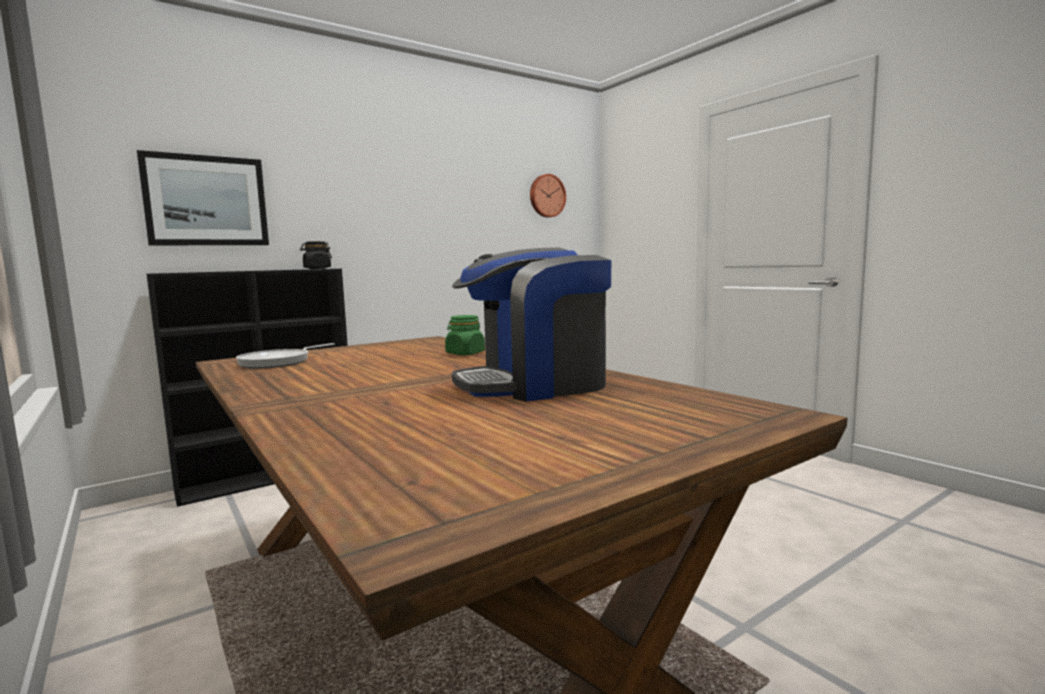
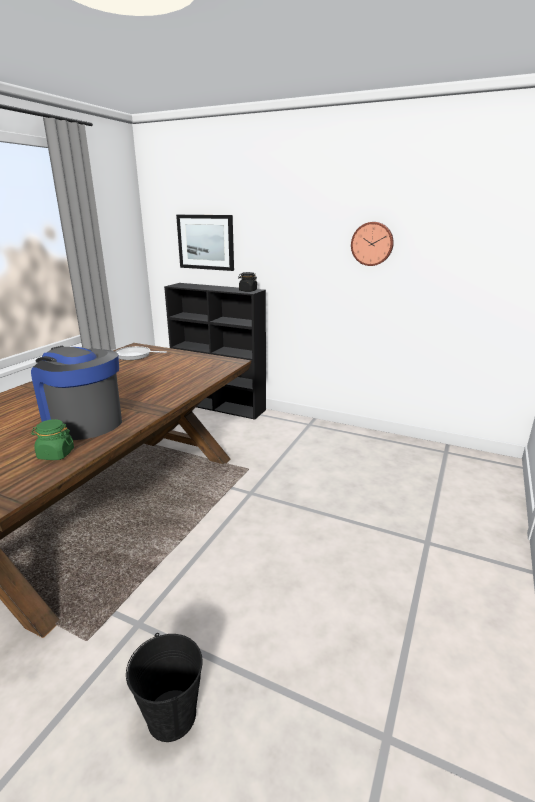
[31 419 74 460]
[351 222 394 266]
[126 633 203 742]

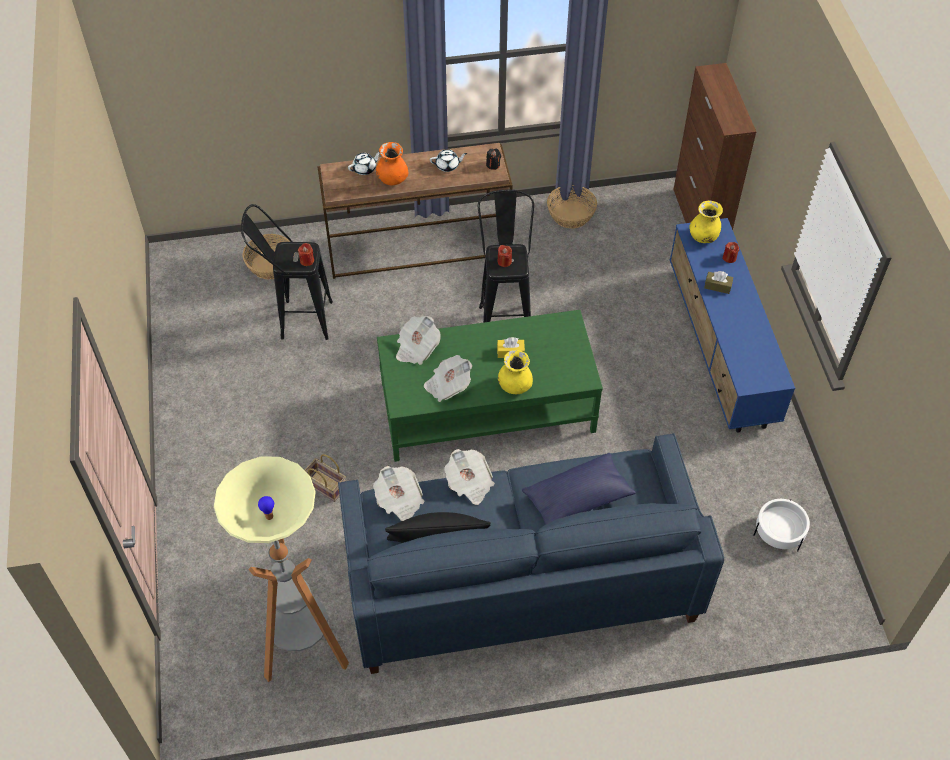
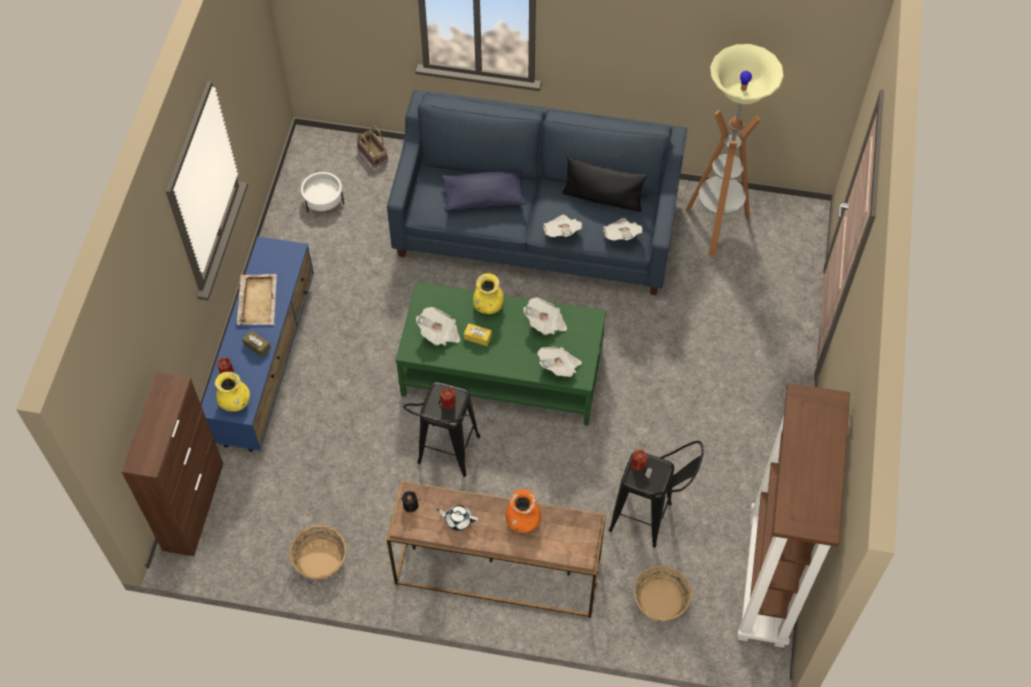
[356 126 388 168]
[348 152 380 175] (first image)
[237 274 277 325]
[416 307 460 345]
[737 383 850 648]

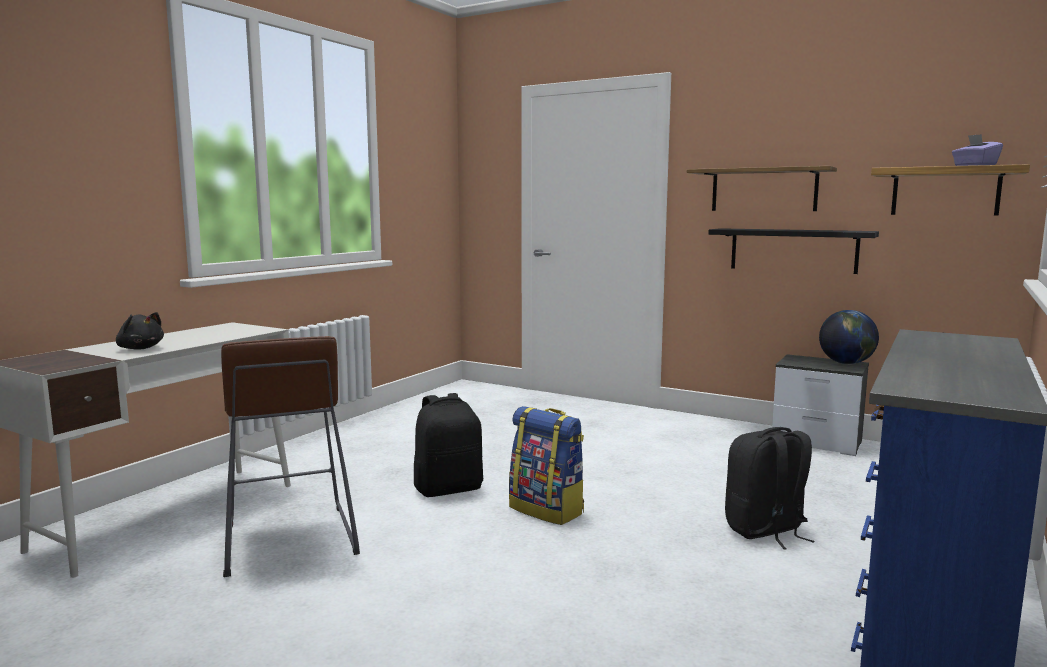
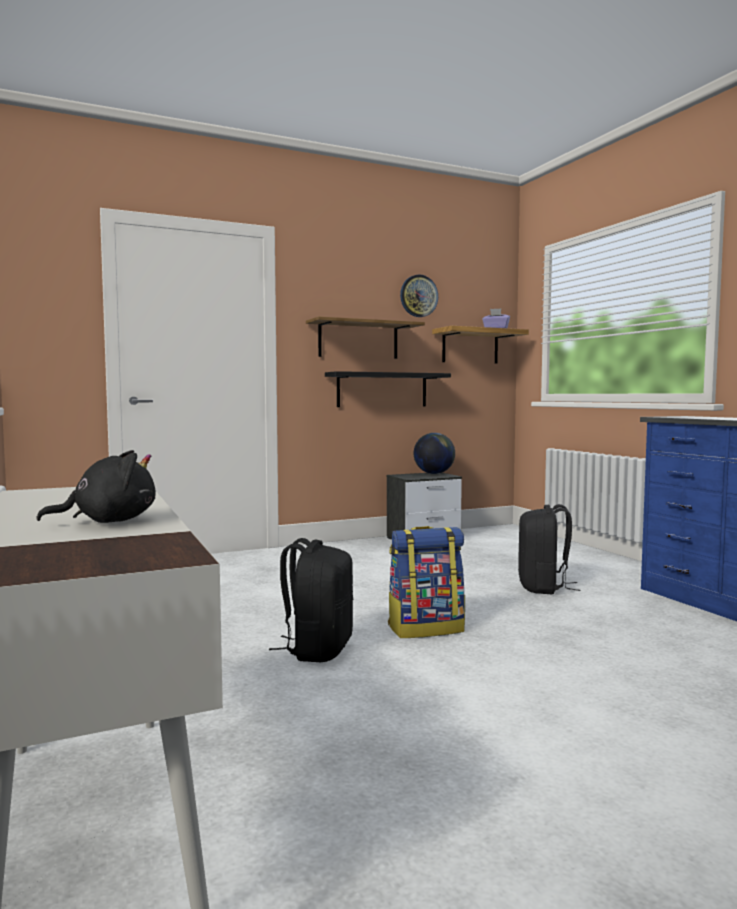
[221 336 360 577] (first image)
[400 274 438 317]

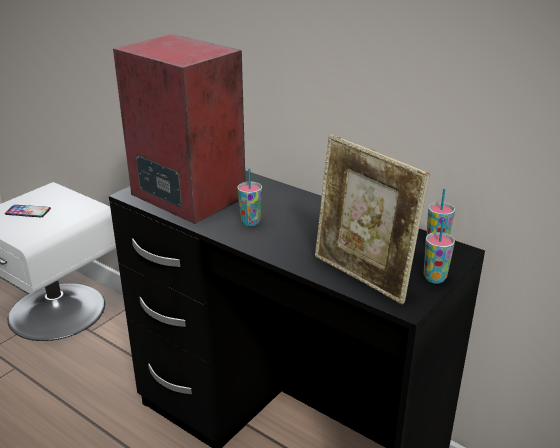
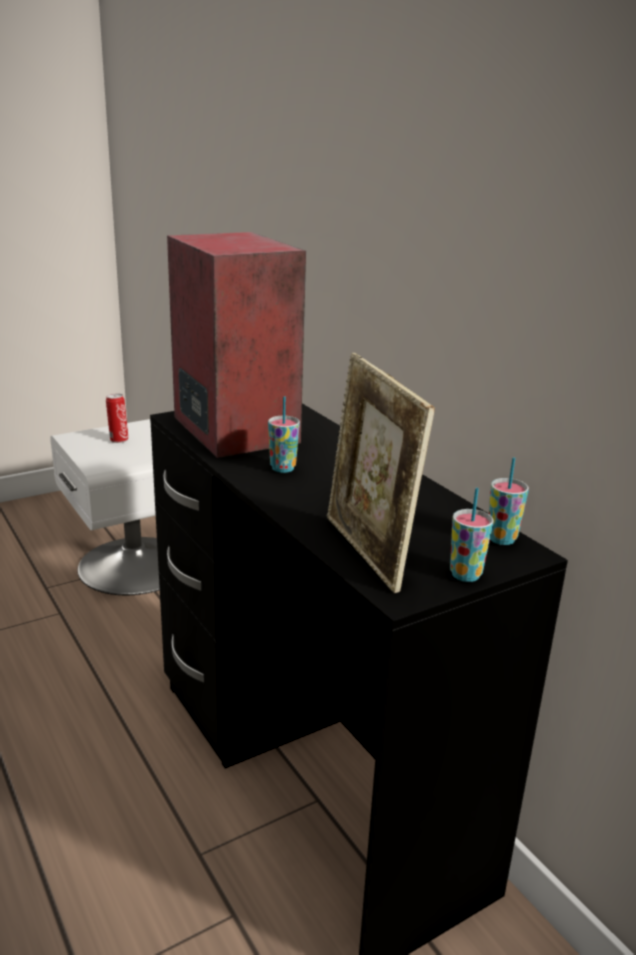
[106 394 128 443]

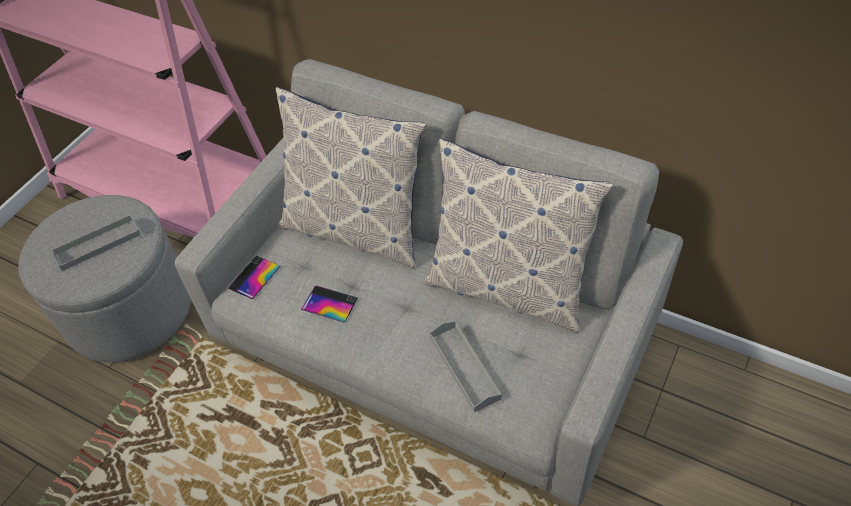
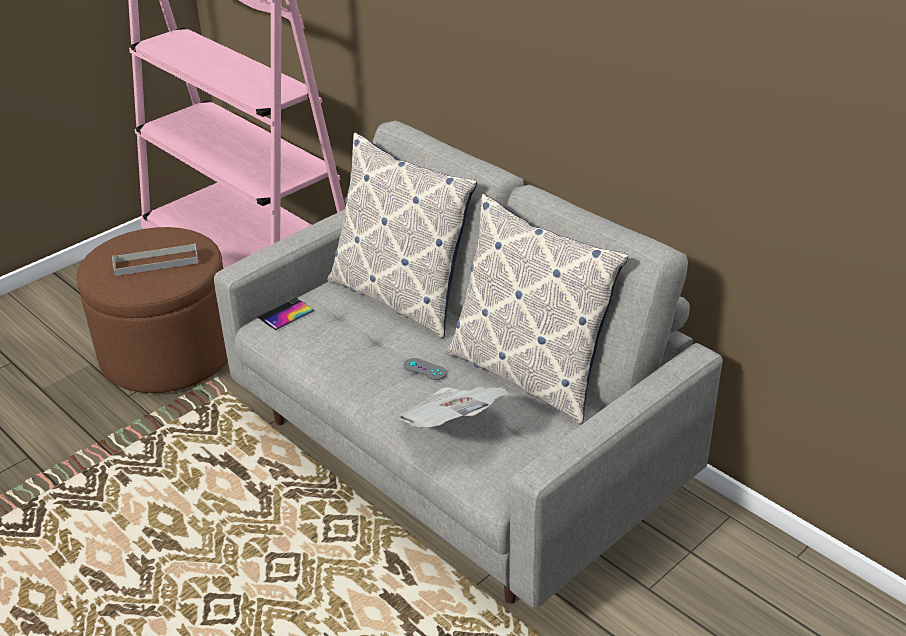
[76 227 228 393]
[301 285 358 323] (first image)
[397 387 509 427]
[404 358 447 380]

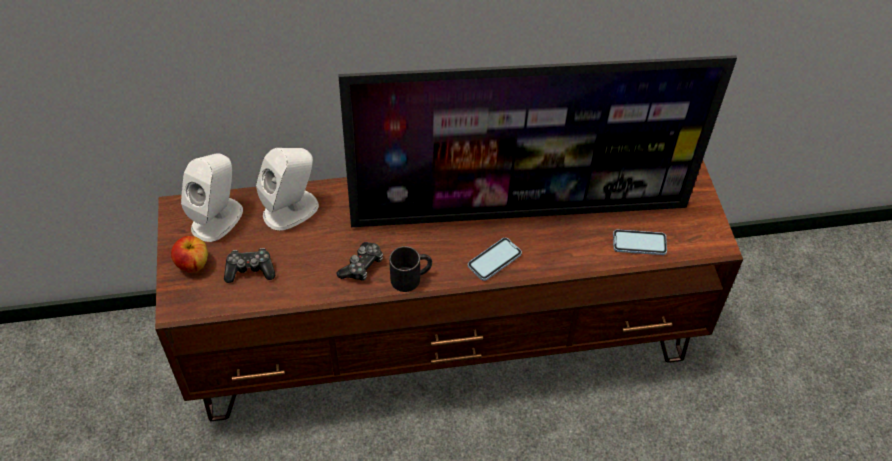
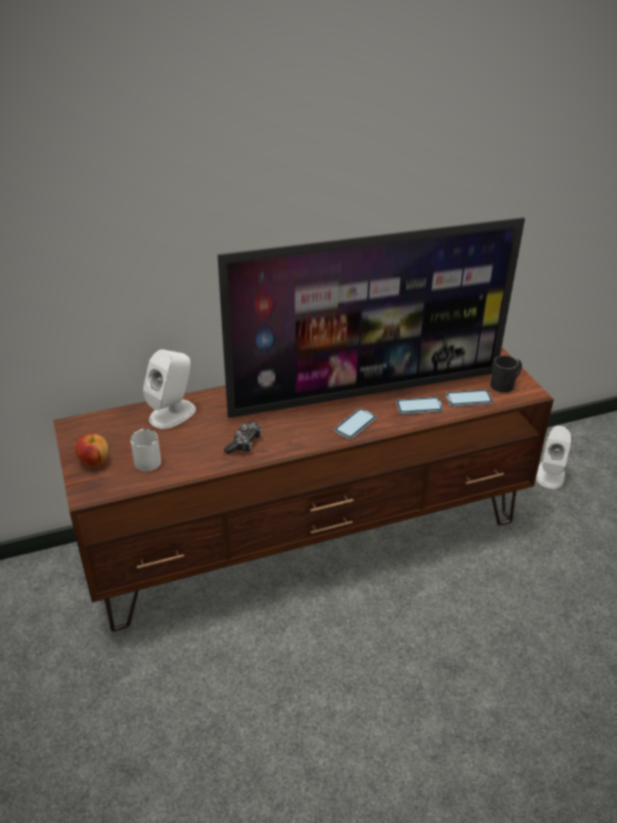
[536 426 571 489]
[130 429 161 471]
[490 355 522 392]
[396 397 443 414]

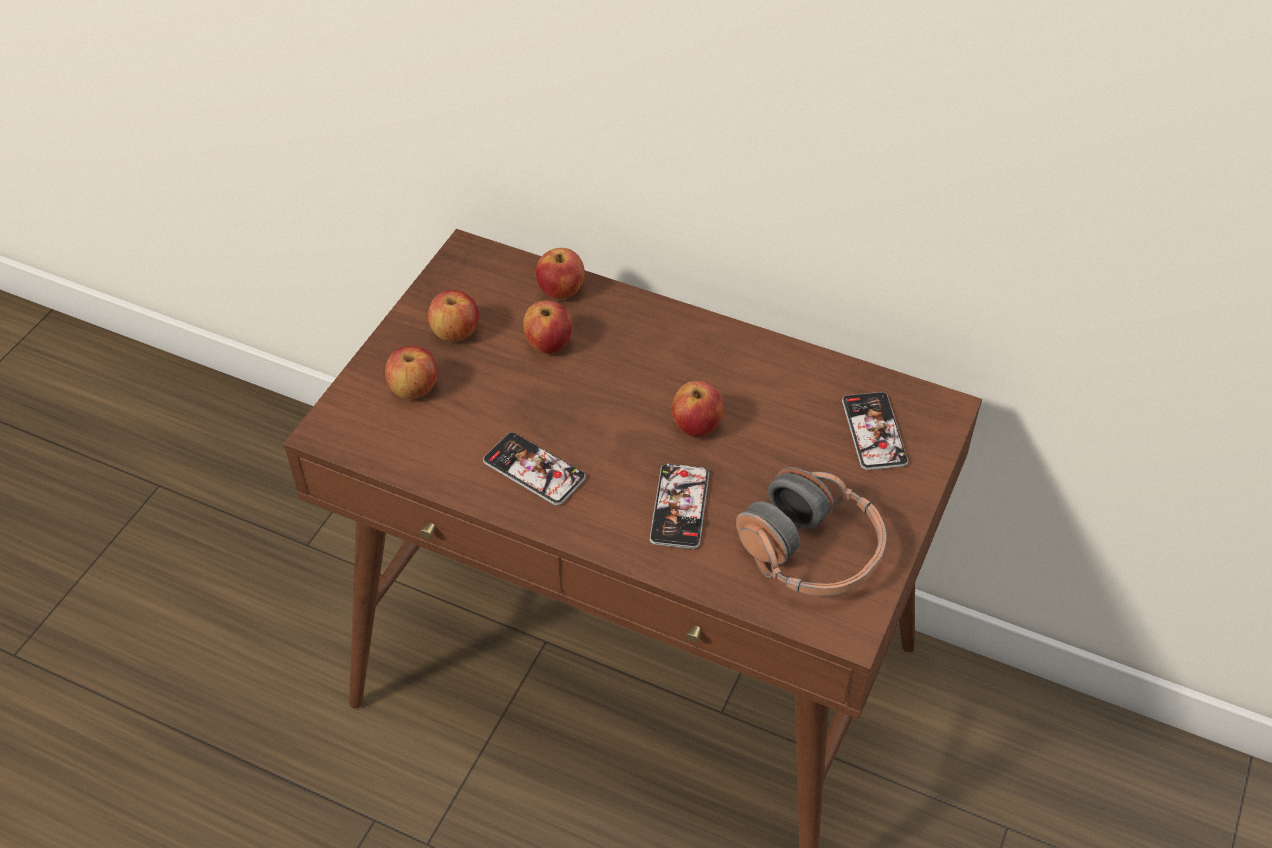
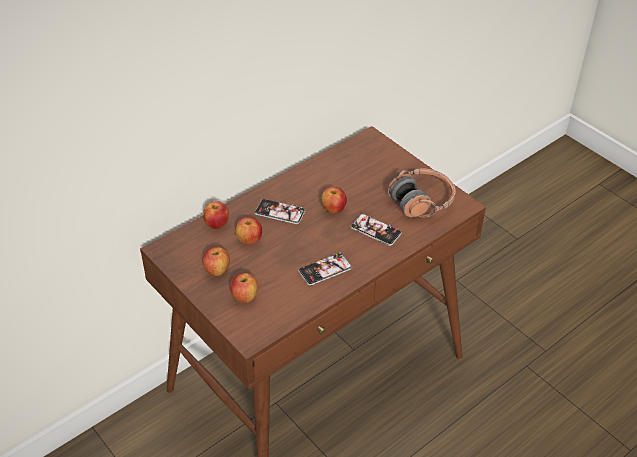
[255 199 305 224]

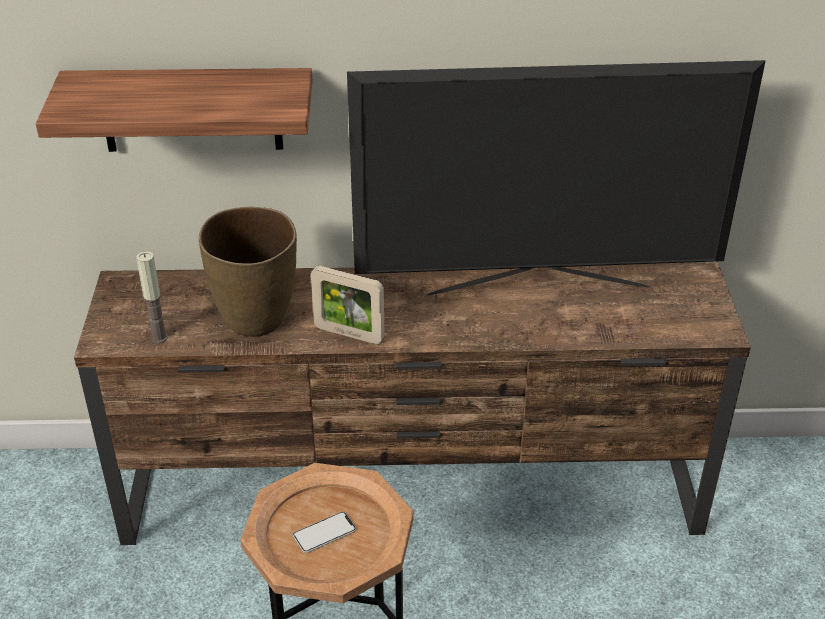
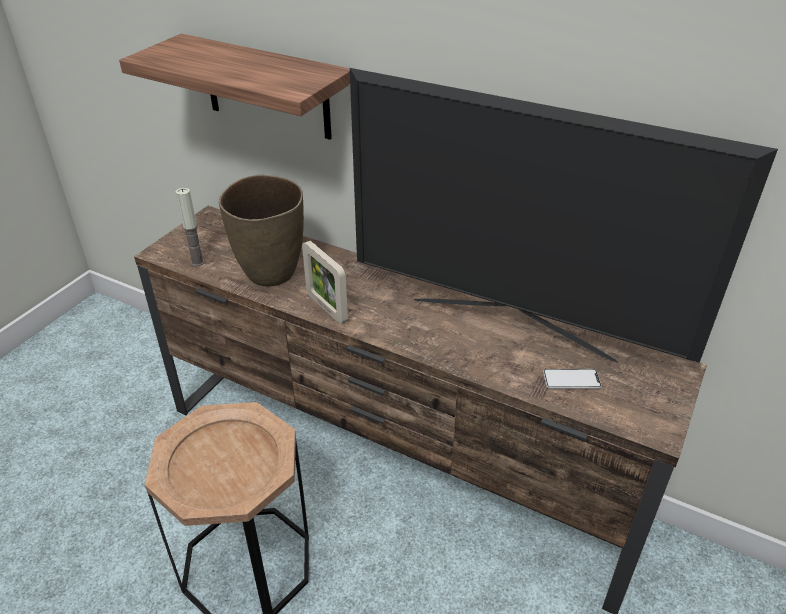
[543 369 602 389]

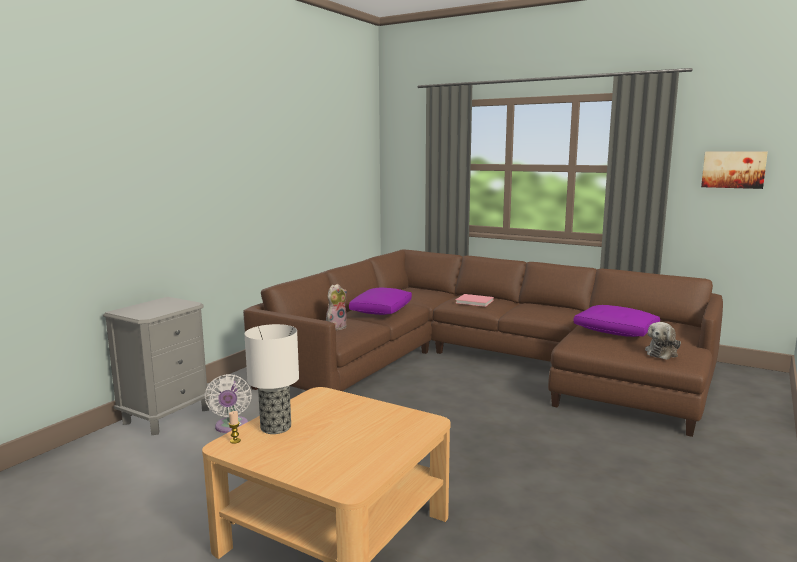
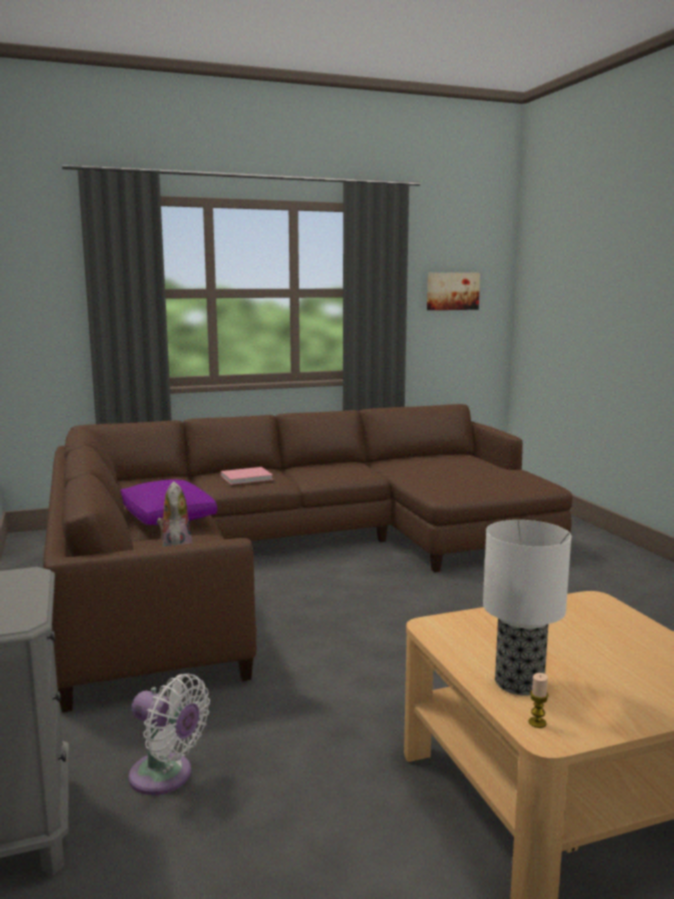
[573 305 660 337] (first image)
[645 322 681 360] (first image)

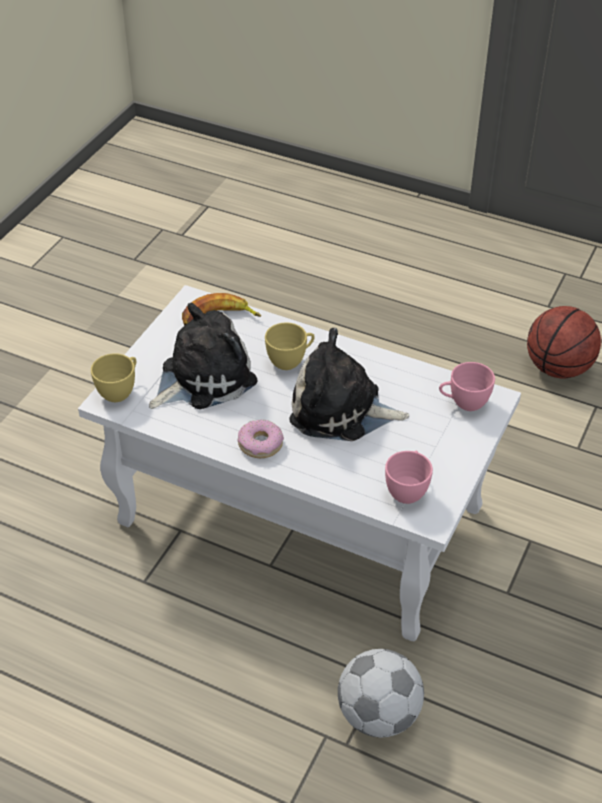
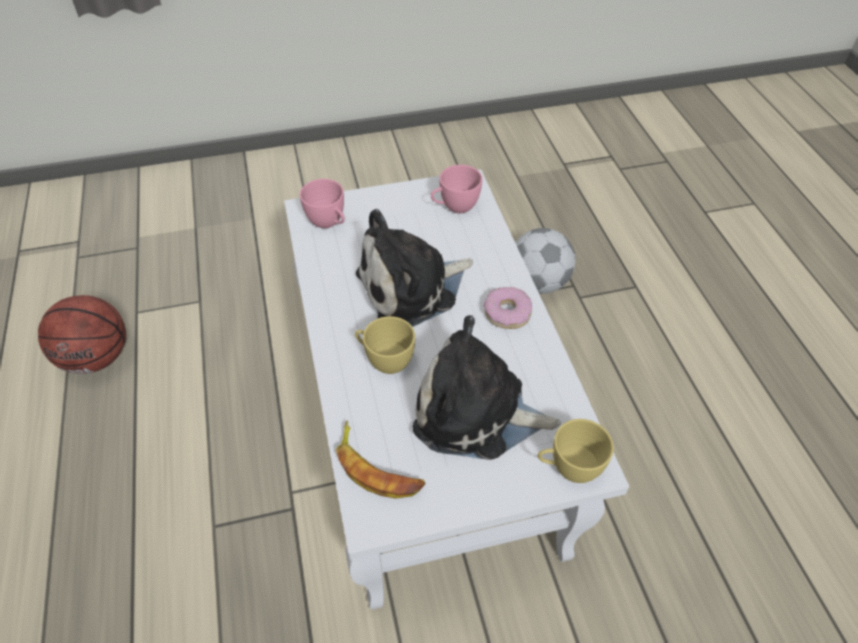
[356 209 473 327]

